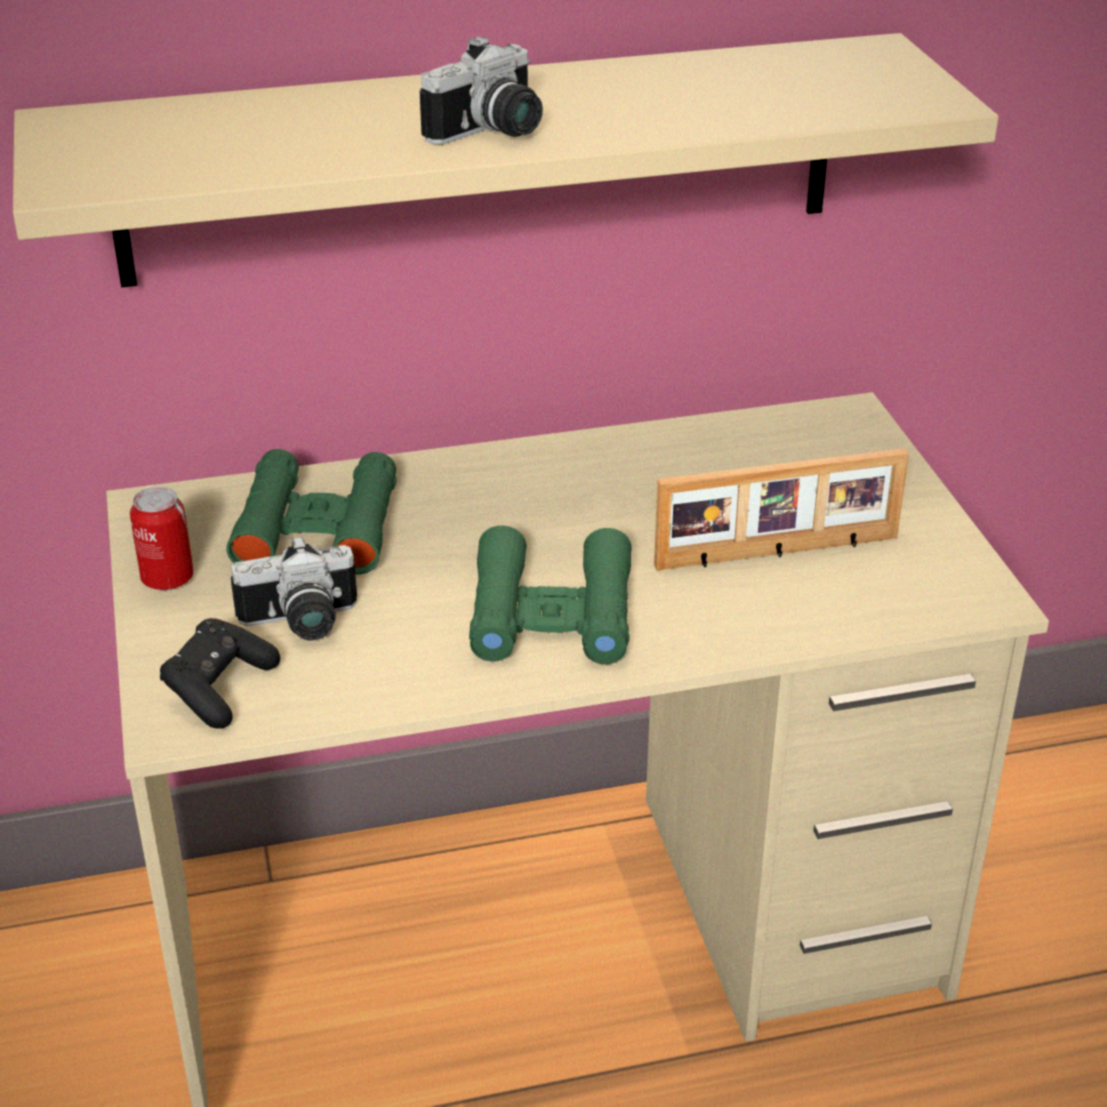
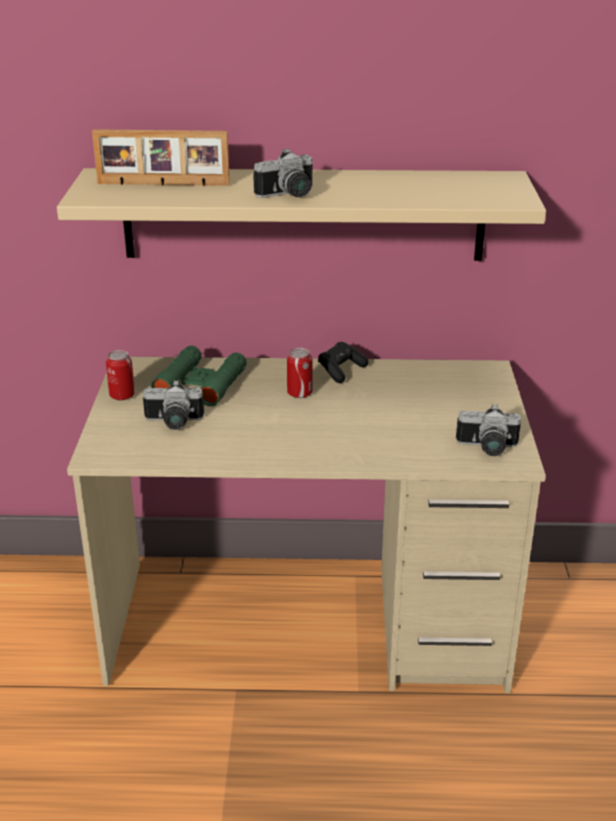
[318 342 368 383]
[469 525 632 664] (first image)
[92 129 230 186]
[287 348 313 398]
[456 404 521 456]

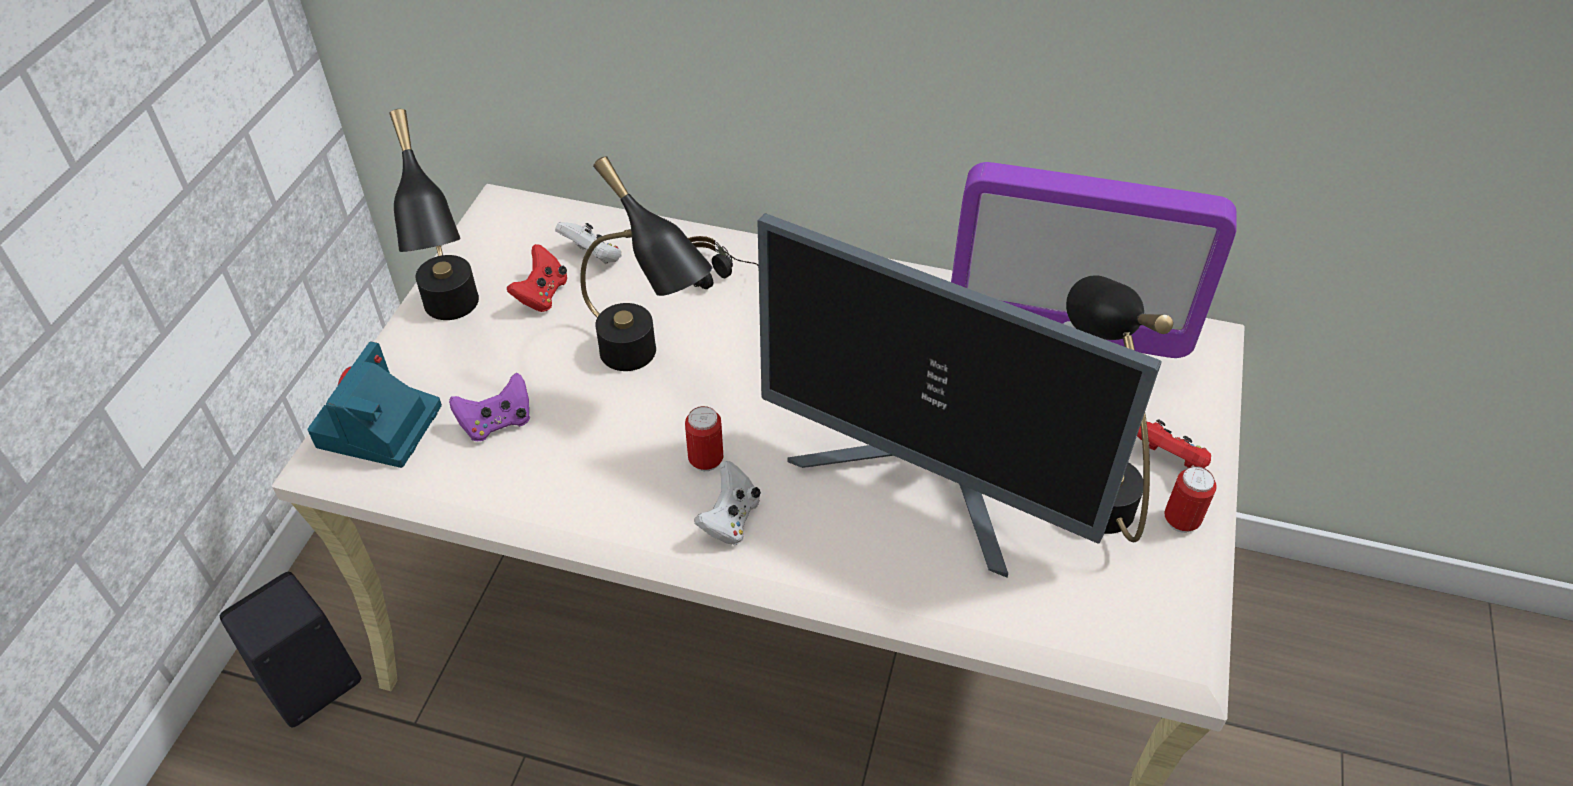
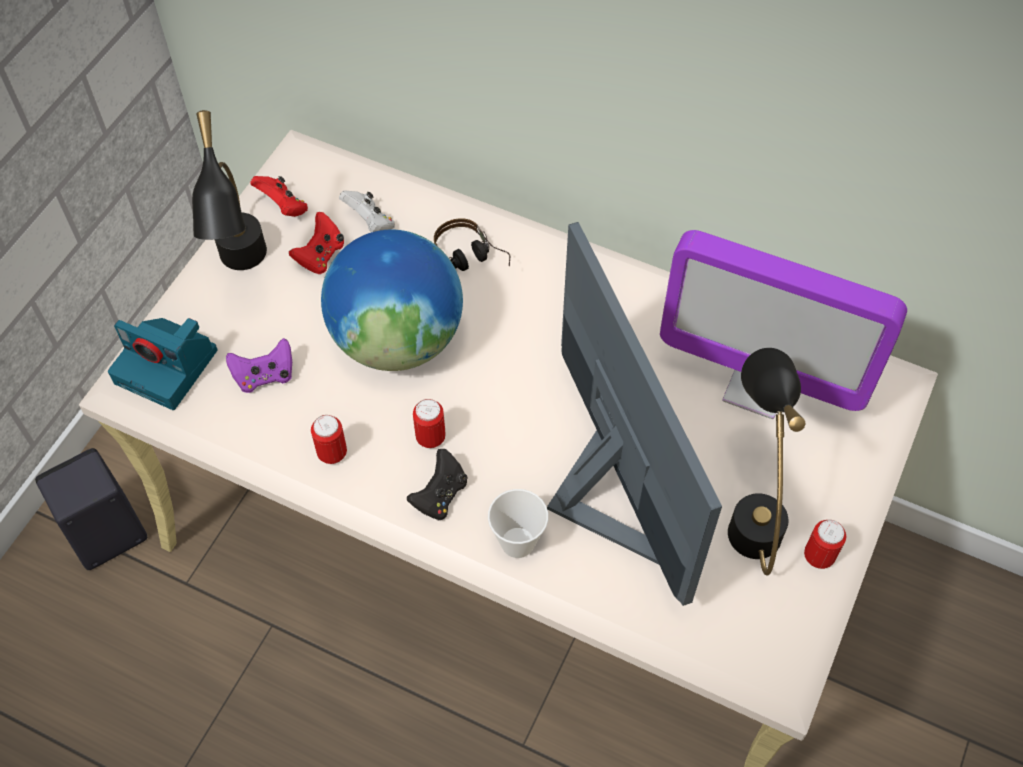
[108 318 217 410]
[321 230 463 371]
[407 449 468 521]
[547 222 722 606]
[250 176 308 217]
[311 415 347 464]
[488 489 548 558]

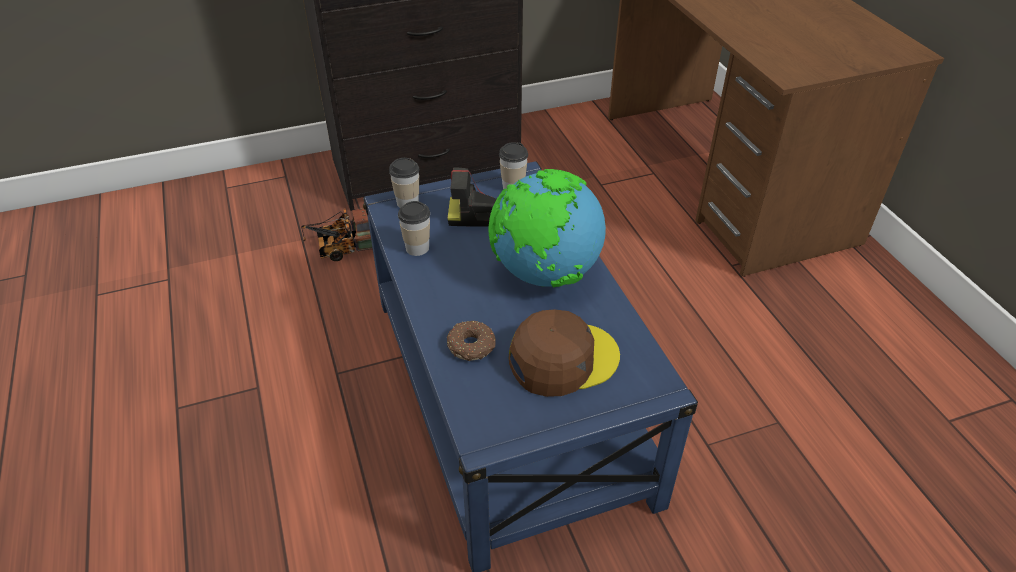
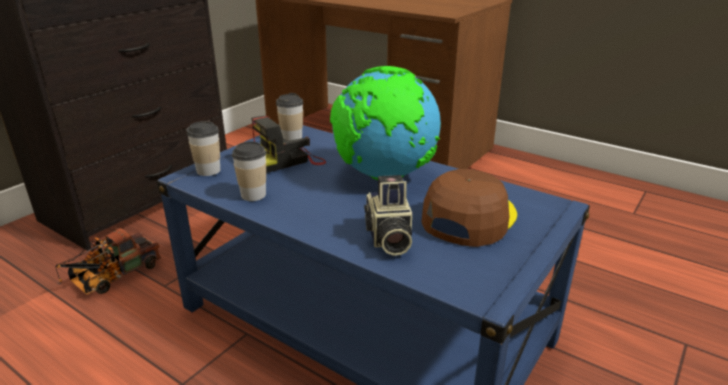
[364 175 412 256]

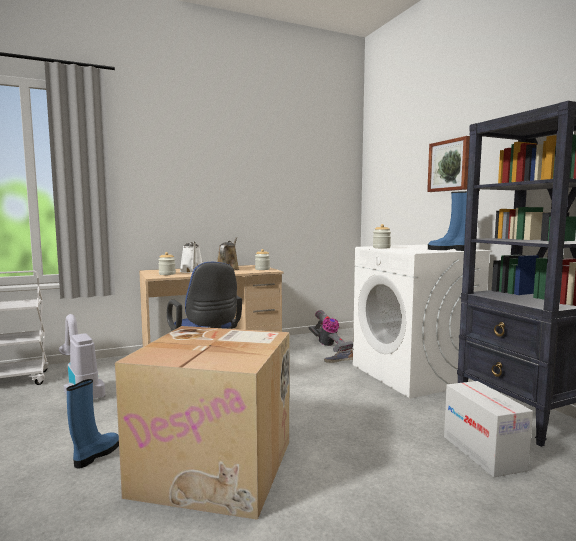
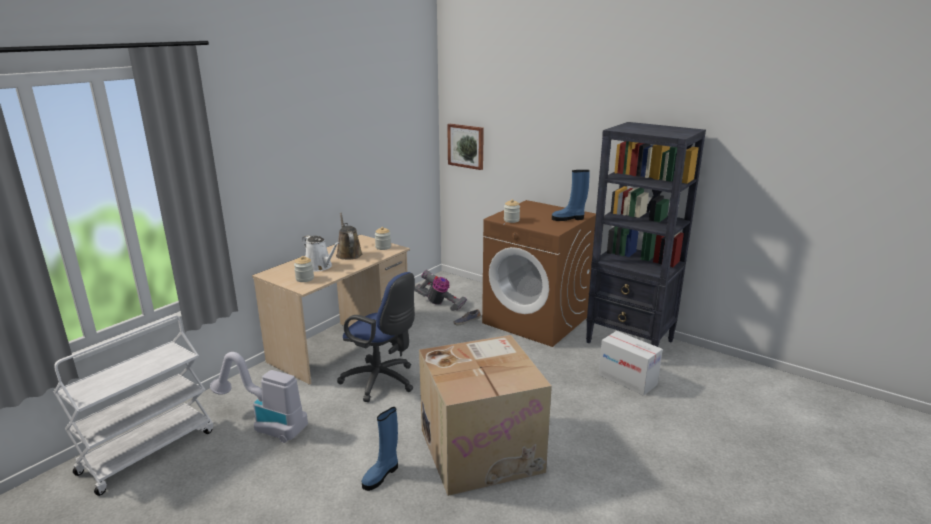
[362 407 398 491]
[482 200 596 347]
[447 124 484 170]

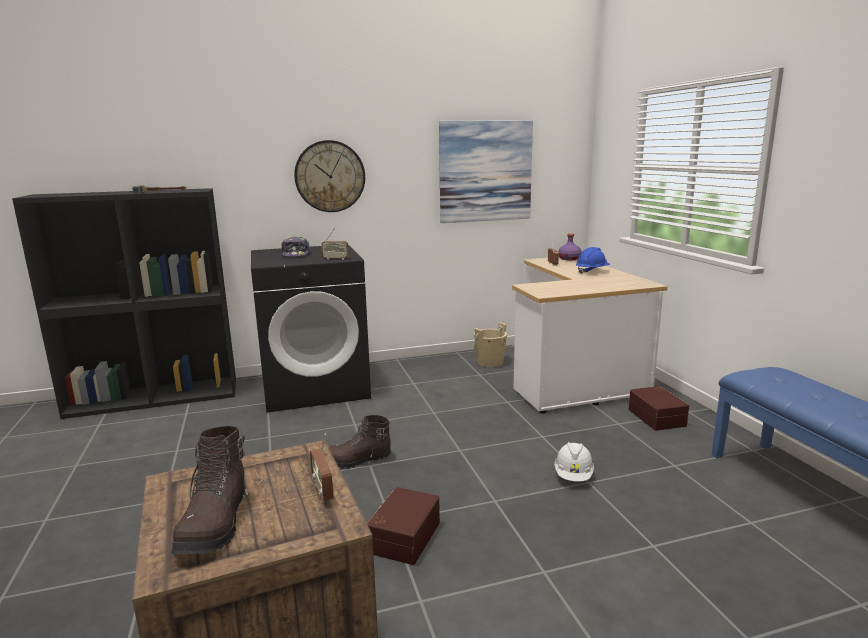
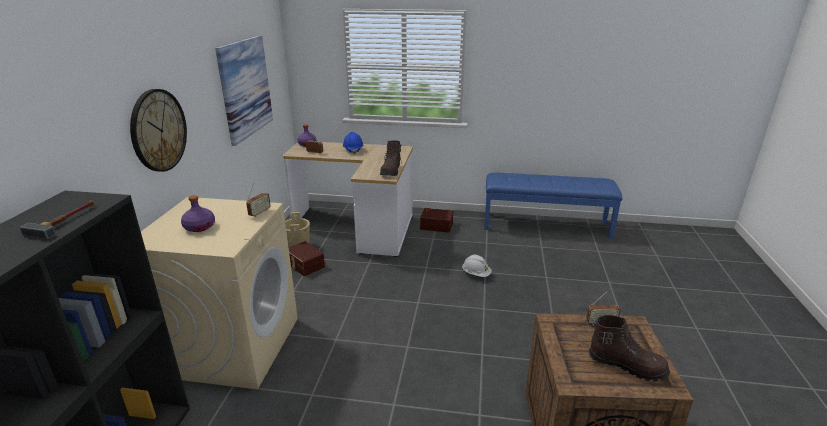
[141 197 298 389]
[181 195 215 232]
[380 141 402 176]
[289 241 325 276]

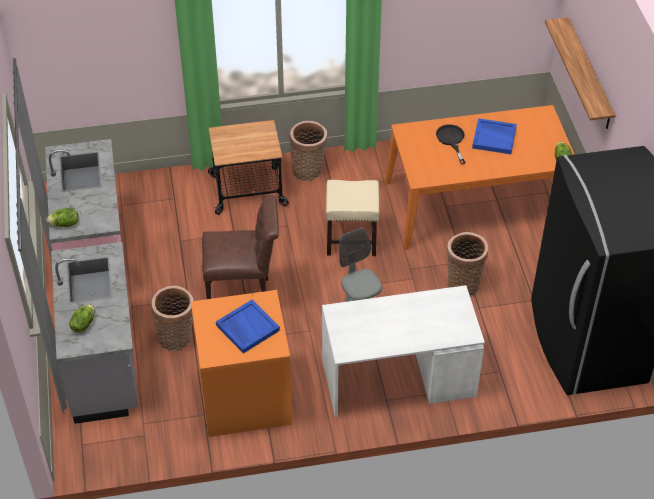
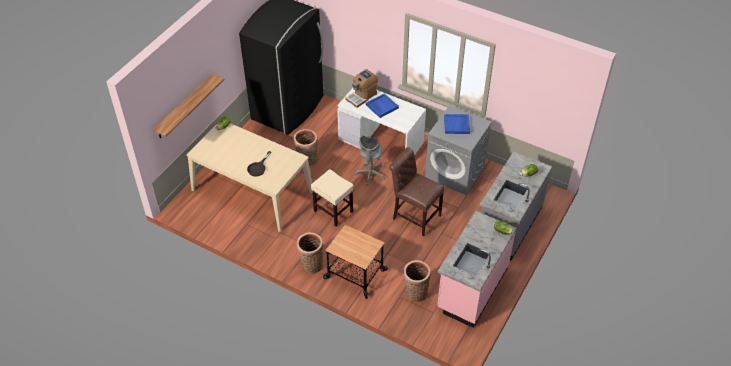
[404 260 431 302]
[425 105 492 195]
[187 123 313 232]
[366 93 399 118]
[346 69 378 108]

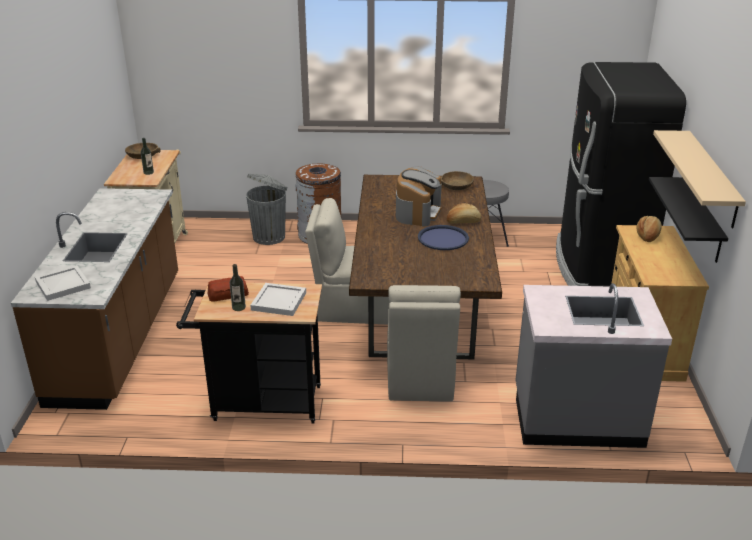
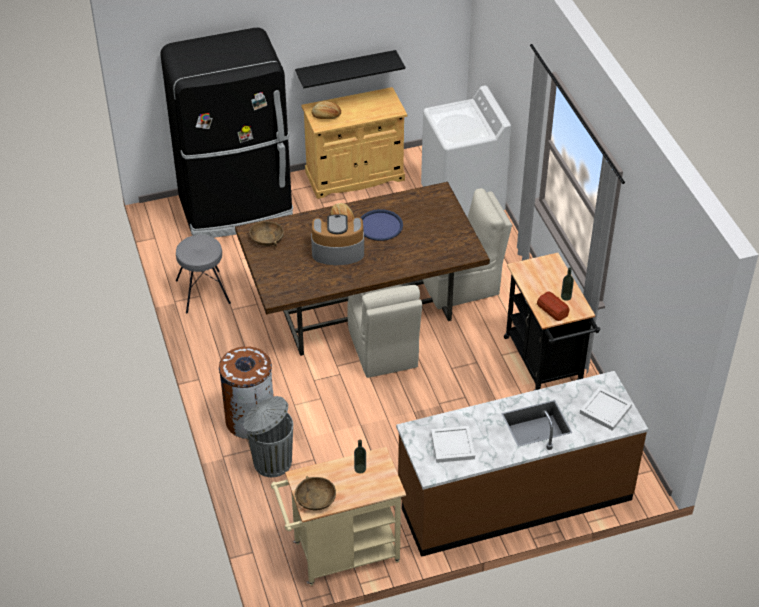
[431 426 475 463]
[421 86 511 218]
[653 130 746 228] (first image)

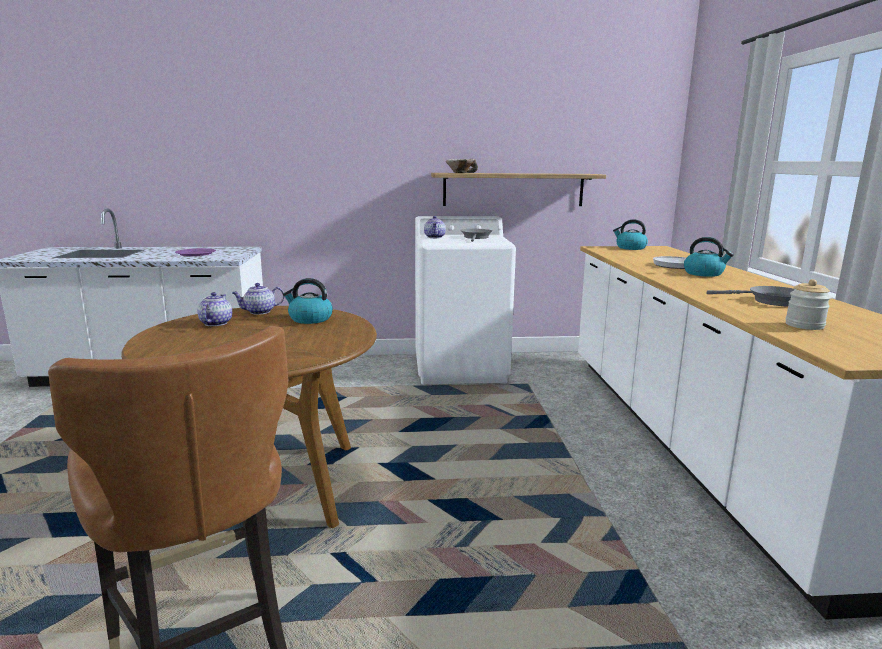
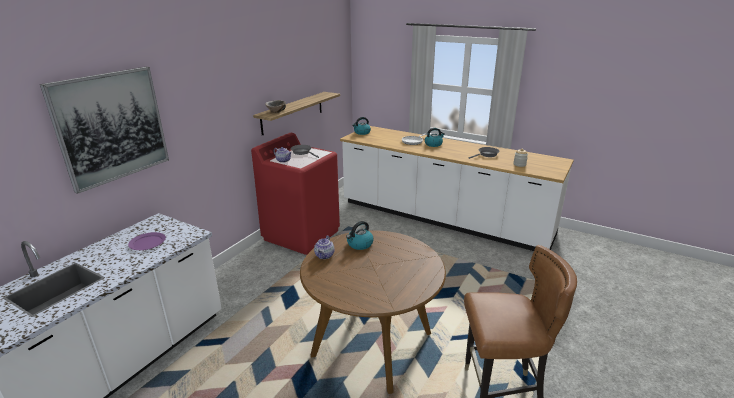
[197 292 232 326] (first image)
[251 133 340 255]
[40 67 169 194]

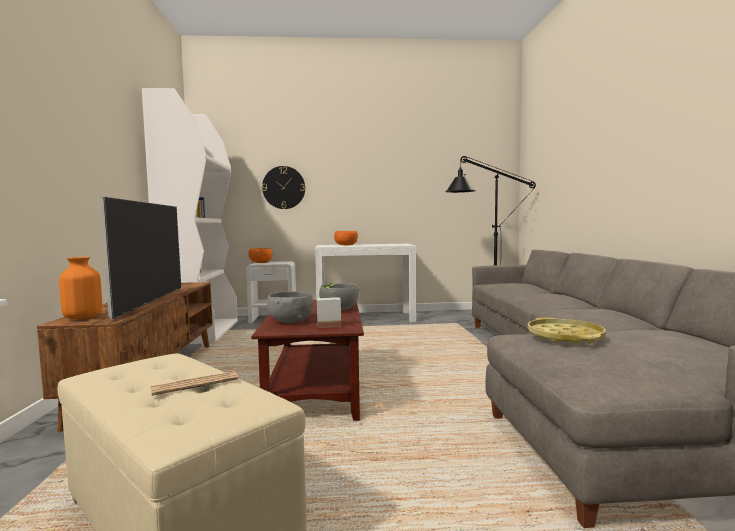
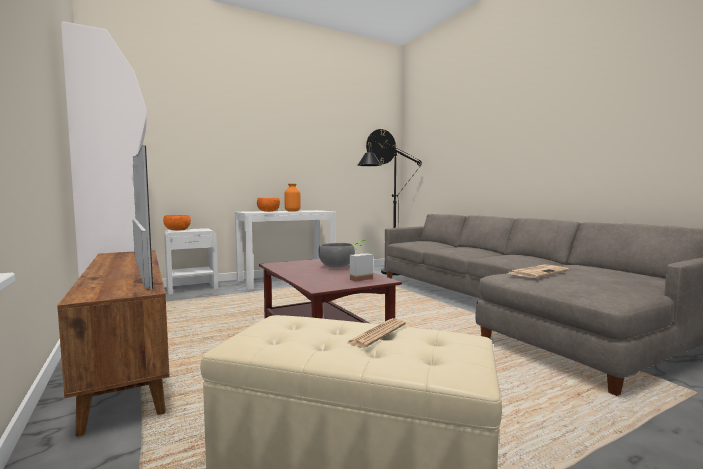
[284 184 301 212]
[366 129 397 164]
[267 291 313 323] (first image)
[508 265 569 278]

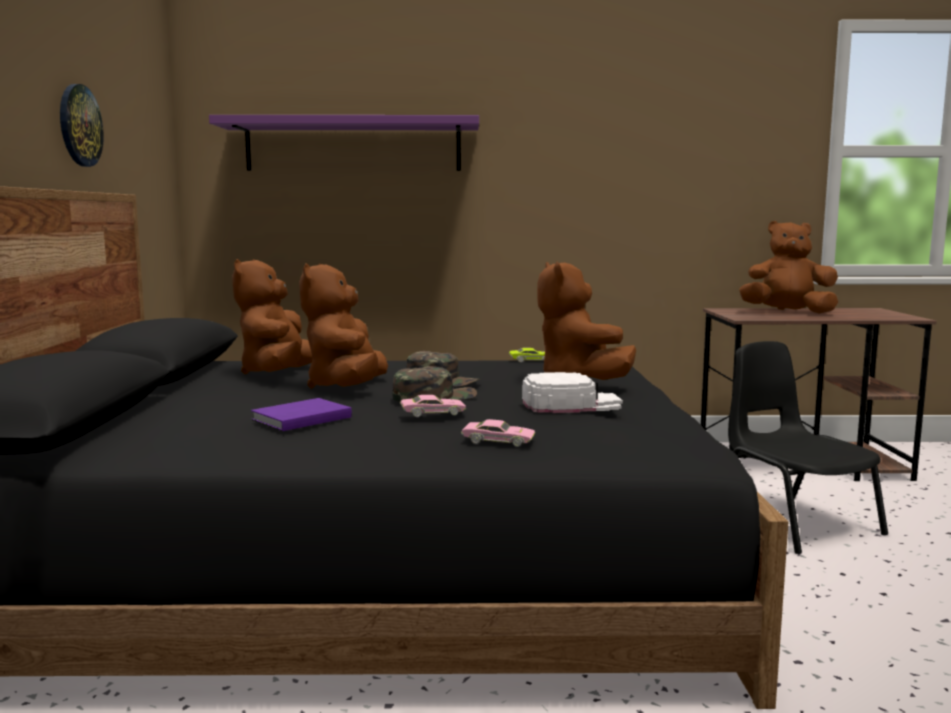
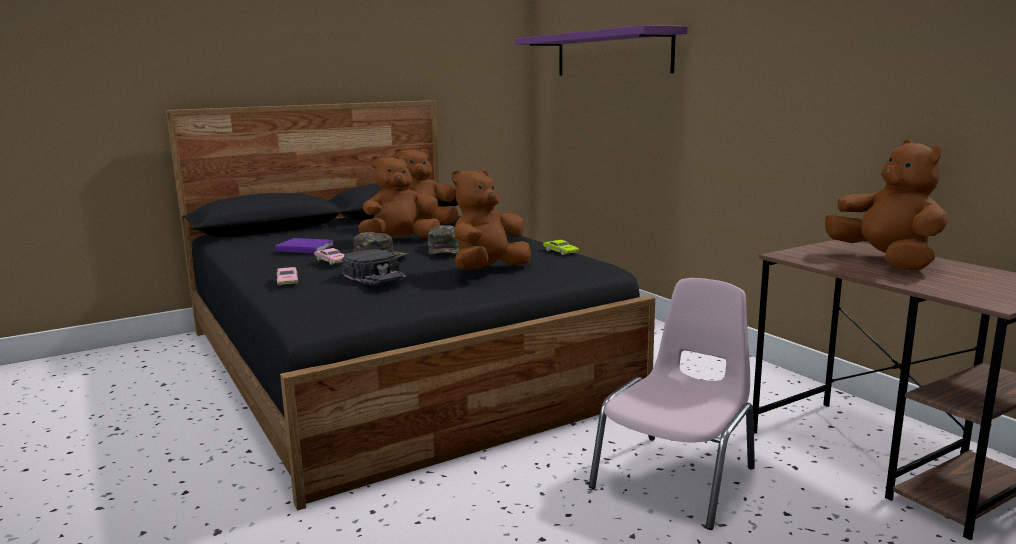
[60 84 104 167] (first image)
[342 249 407 285]
[589 278 755 530]

